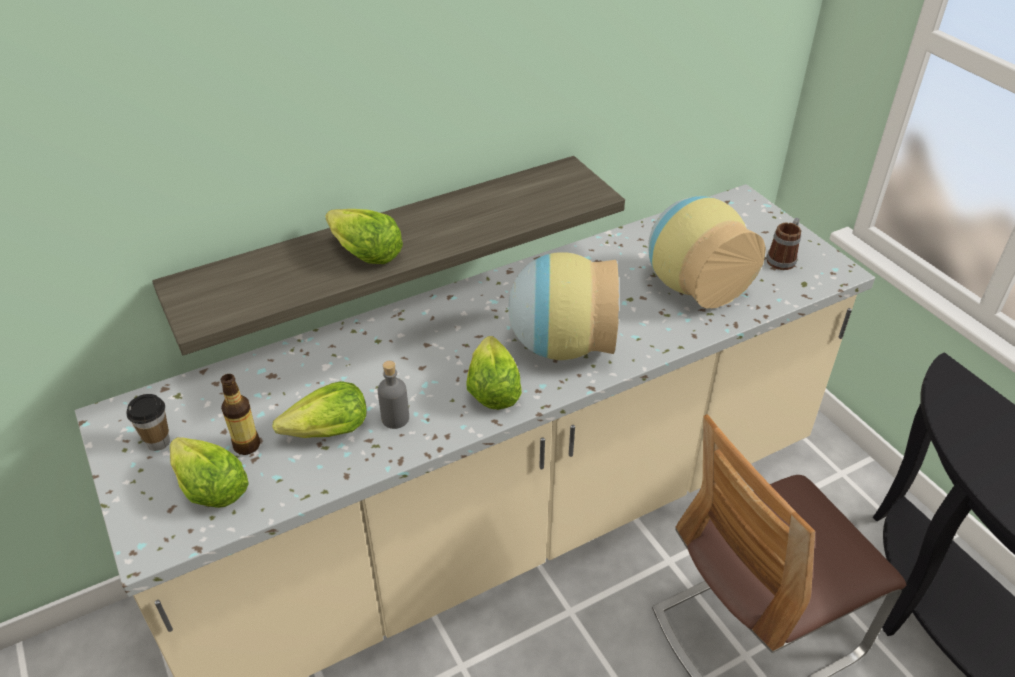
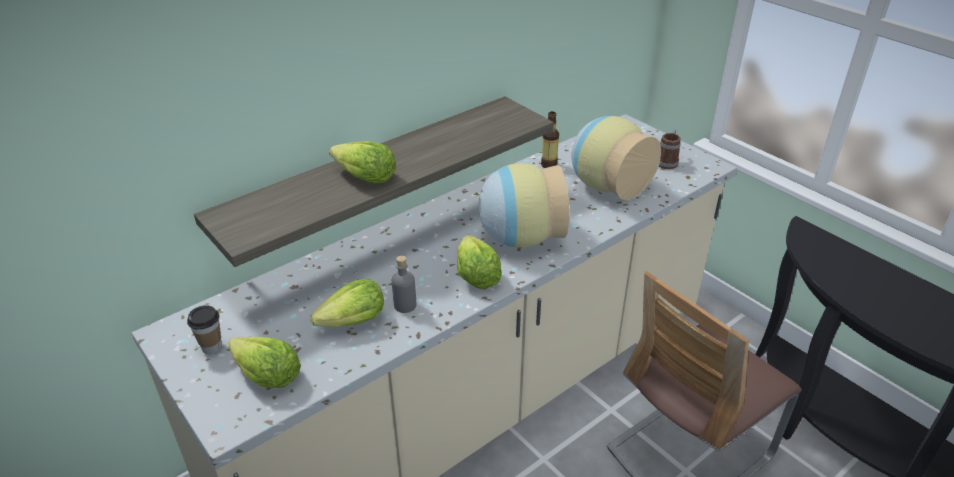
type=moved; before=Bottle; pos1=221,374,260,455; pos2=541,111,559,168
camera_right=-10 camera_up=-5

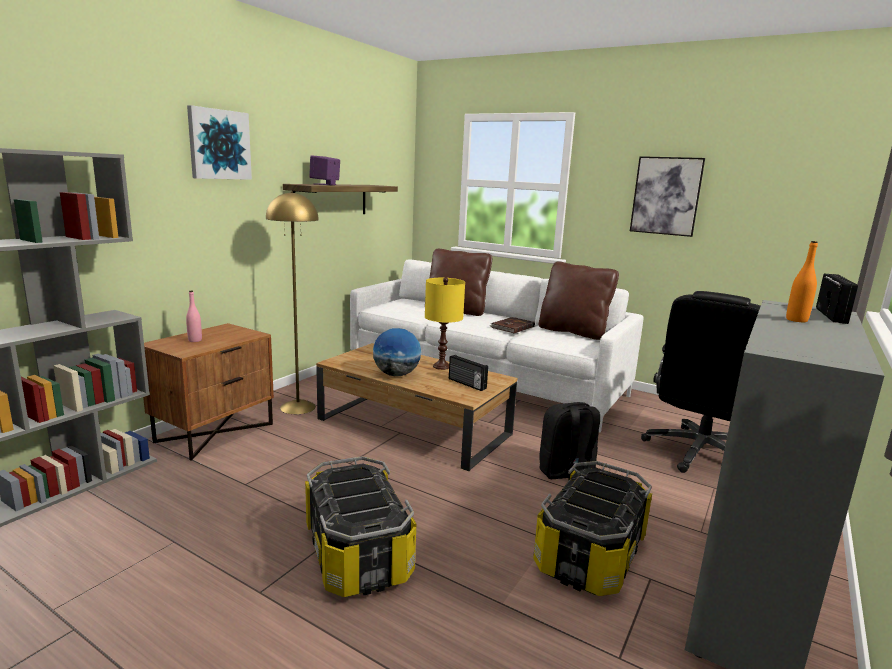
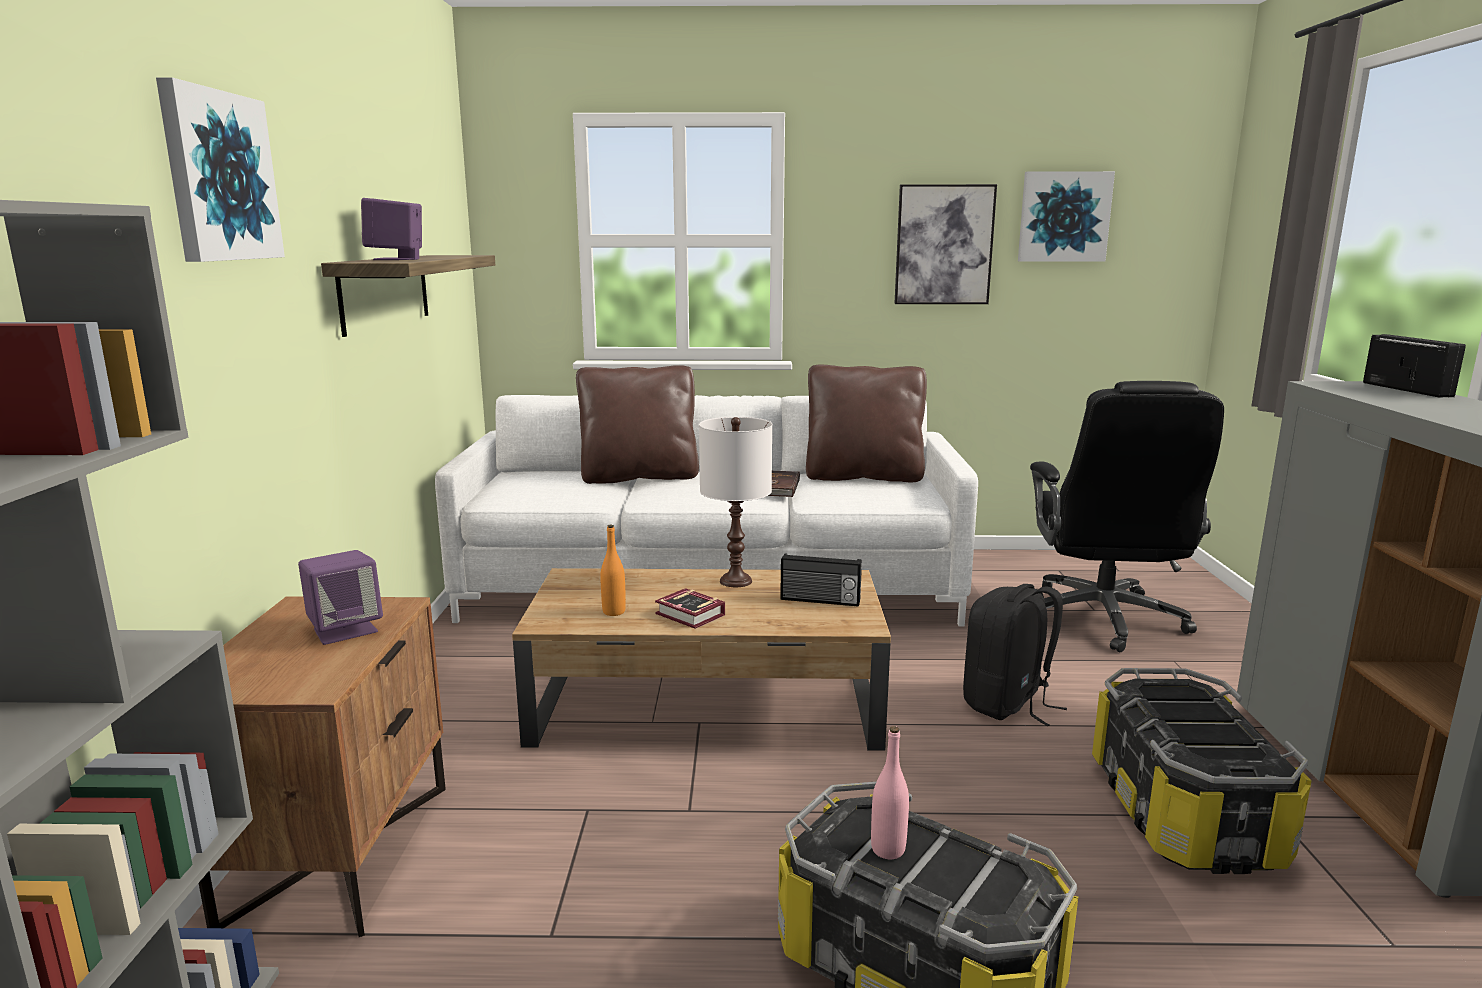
type=removed; before=YellowFloorLamp; pos1=266,191,319,414
type=added; after=PurpleSpeaker; pos2=298,550,383,645
type=added; after=Picture; pos2=1018,171,1115,262
type=moved; before=PinkBottle; pos1=186,291,202,342; pos2=871,726,909,859
type=moved; before=OrangeBottle; pos1=786,241,818,322; pos2=600,525,626,616
type=replaced; before=Globe; after=Book; pos1=373,328,421,376; pos2=655,588,725,629
type=recoloured; before=YellowTableLamp; after=WhiteTableLamp; pos1=425,278,465,370; pos2=699,417,772,587
camera_right=-30 camera_up=0

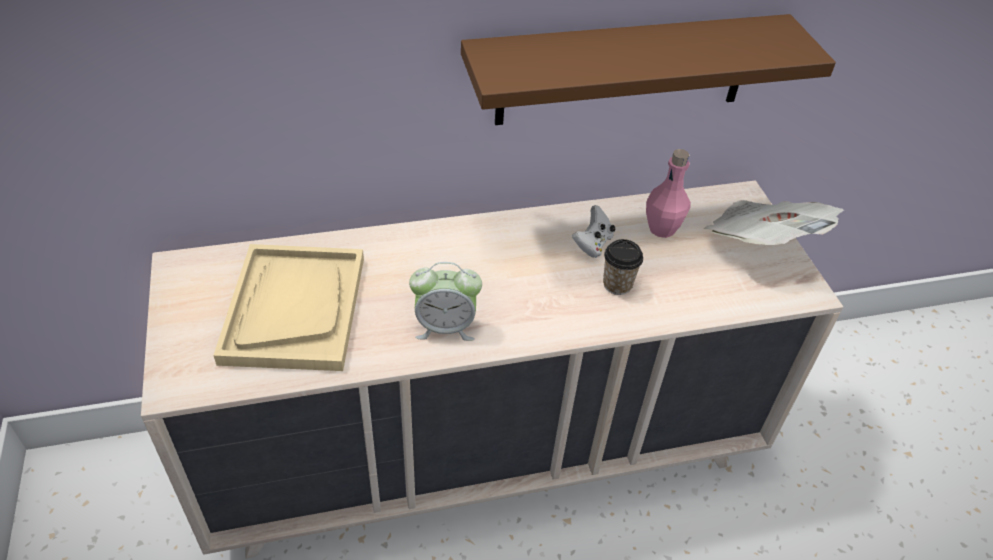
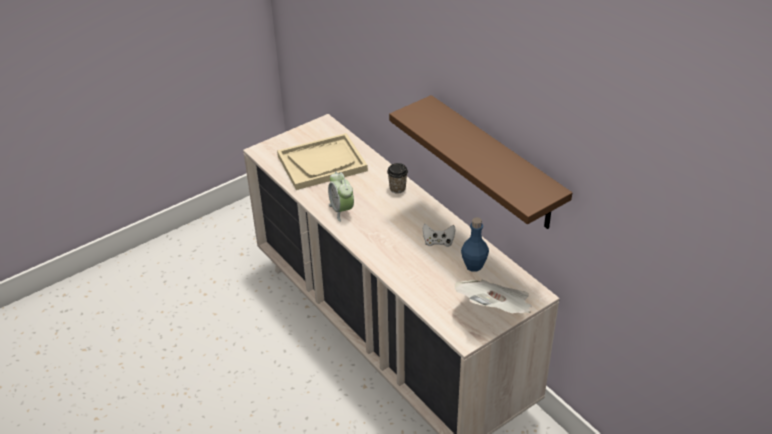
type=moved; before=Cup; pos1=603,239,643,295; pos2=387,163,408,194
type=recoloured; before=PinkBottle; after=BlueBottle; pos1=646,149,691,238; pos2=461,217,489,272
camera_right=70 camera_up=-5

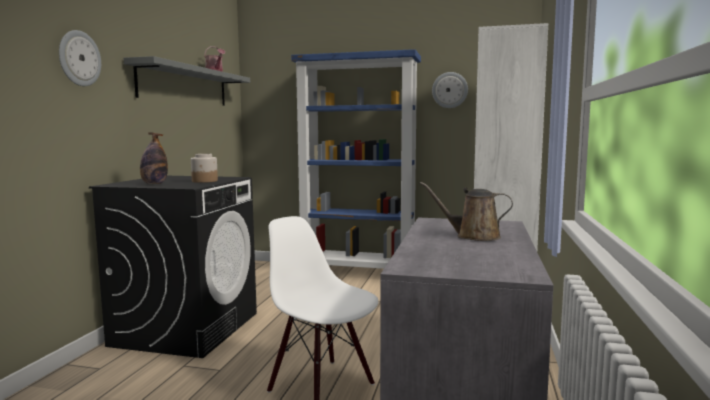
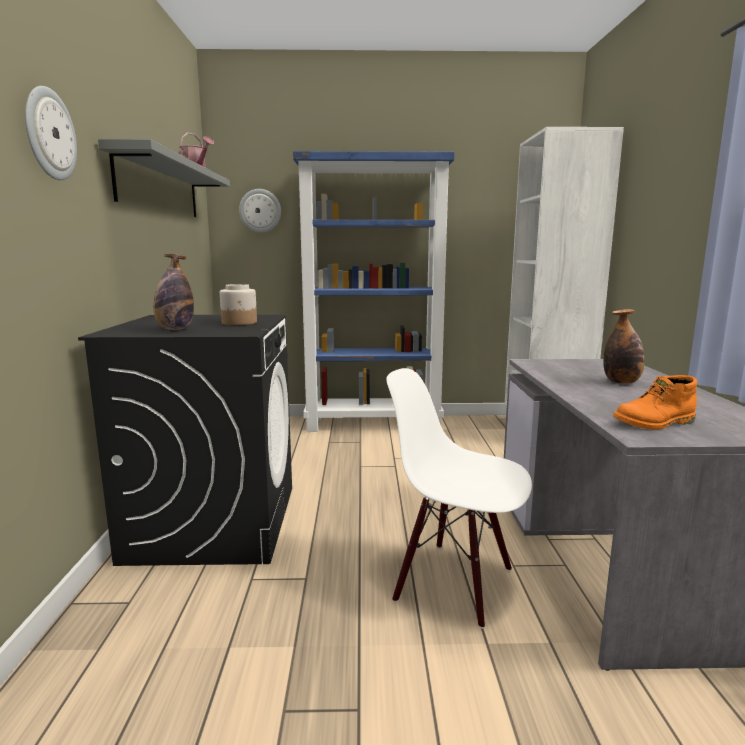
type=added; after=OrangeBoot; pos2=613,375,697,430
type=moved; before=WallClock; pos1=432,72,468,108; pos2=239,189,281,233
type=replaced; before=BrownWateringCan; after=Bottle; pos1=420,182,513,241; pos2=603,309,644,384
camera_right=-15 camera_up=5

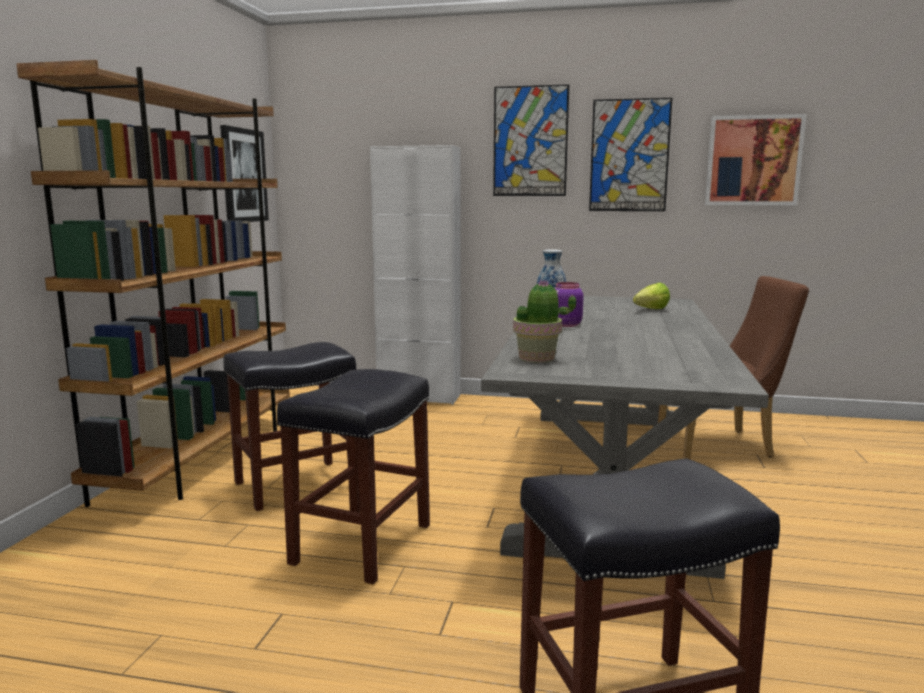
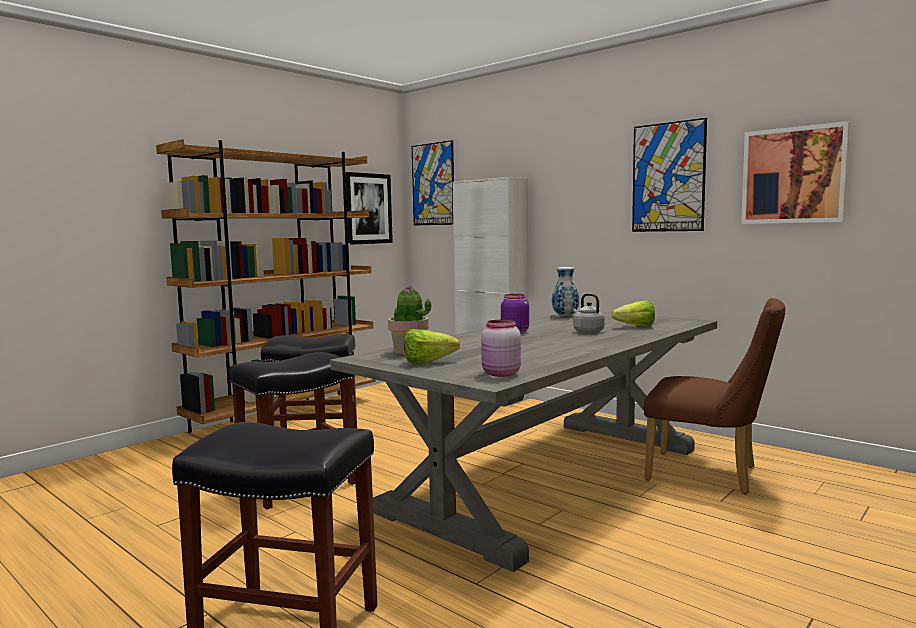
type=added; after=Lettuce; pos2=404,329,460,364
type=added; after=PinkJar; pos2=481,320,521,377
type=added; after=GreyKettle; pos2=573,294,605,333
type=moved; before=Picture; pos1=493,84,569,196; pos2=412,140,454,226
camera_right=30 camera_up=-5

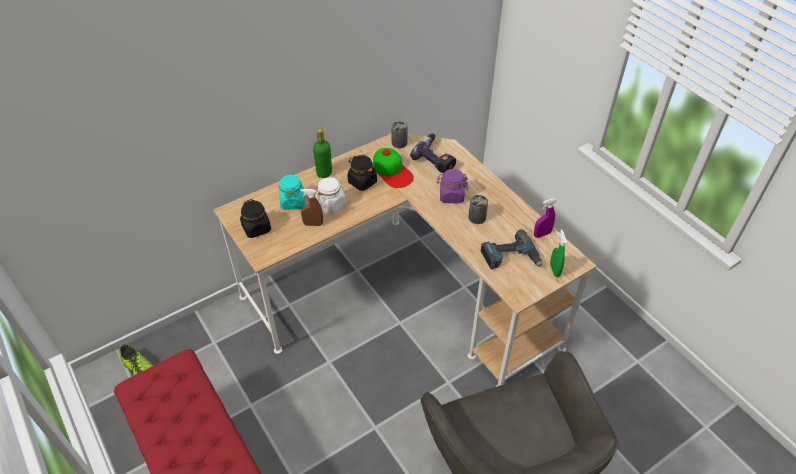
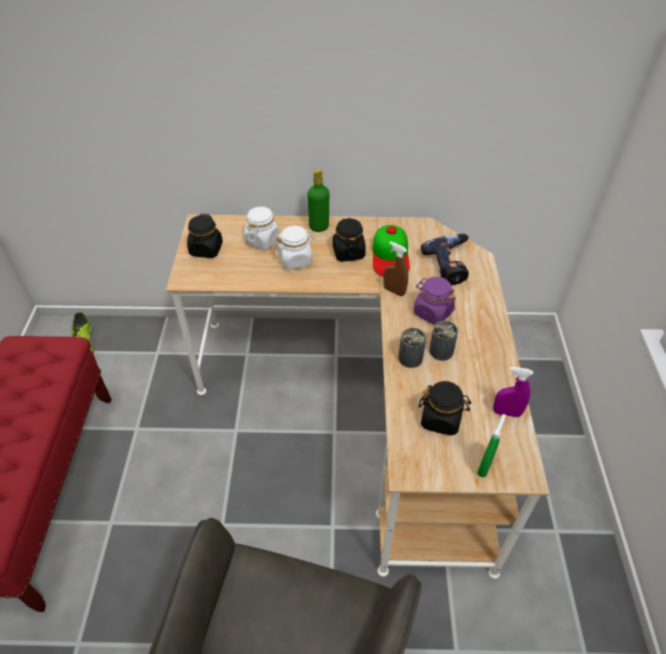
type=moved; before=BrownSprayBottle; pos1=300,189,323,226; pos2=384,241,408,296
type=moved; before=Can; pos1=392,122,408,148; pos2=398,328,426,368
type=replaced; before=PowerDrill; after=BlackJar; pos1=481,229,542,269; pos2=418,381,471,435
type=recoloured; before=TurquoiseJar; after=WhiteJar; pos1=279,174,305,210; pos2=244,206,280,250
camera_right=35 camera_up=0

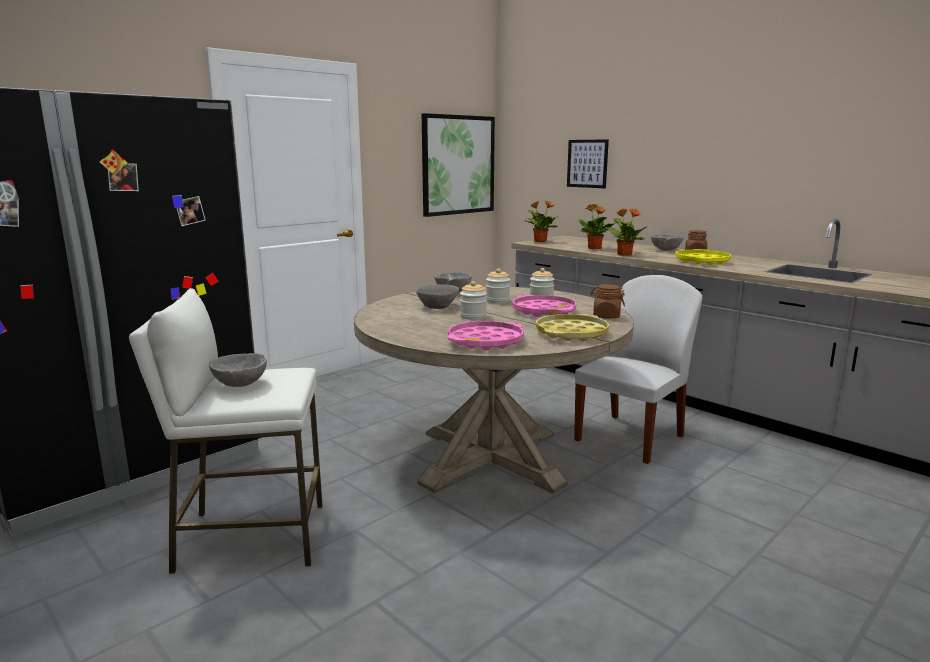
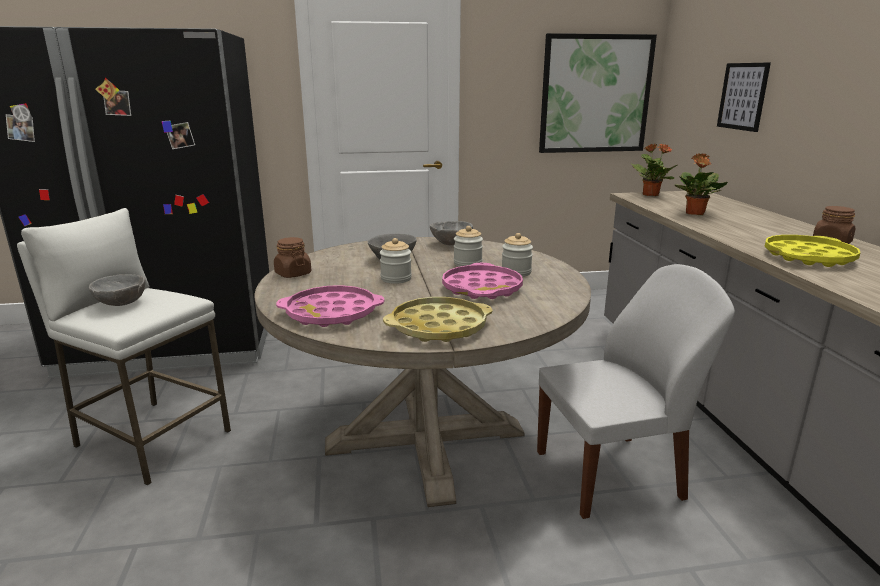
type=removed; before=PottedPlant; pos1=605,208,646,256
type=removed; before=GreyBowl; pos1=651,234,683,251
type=moved; before=BrownJar; pos1=590,284,625,318; pos2=274,237,311,278
camera_right=35 camera_up=5

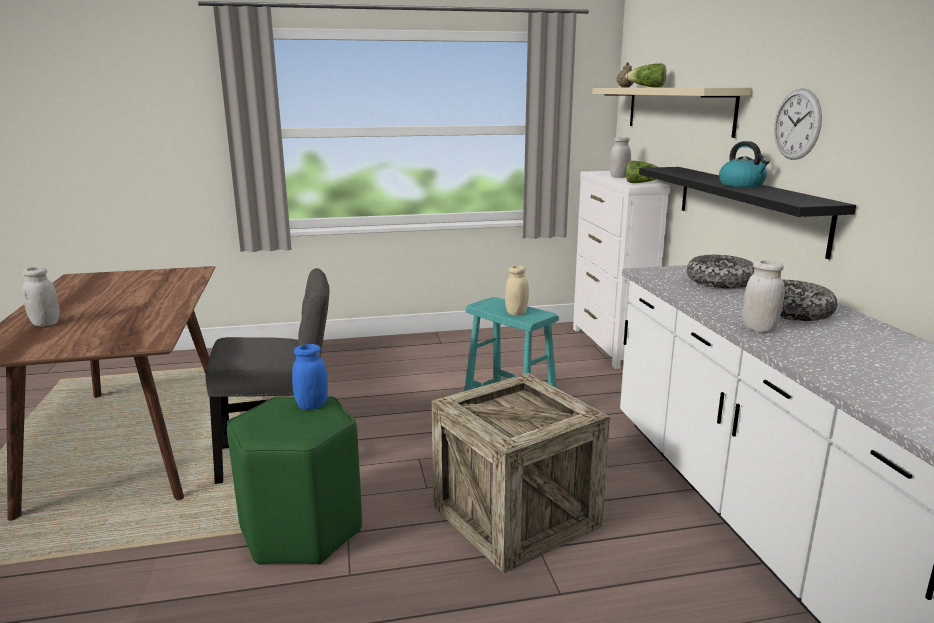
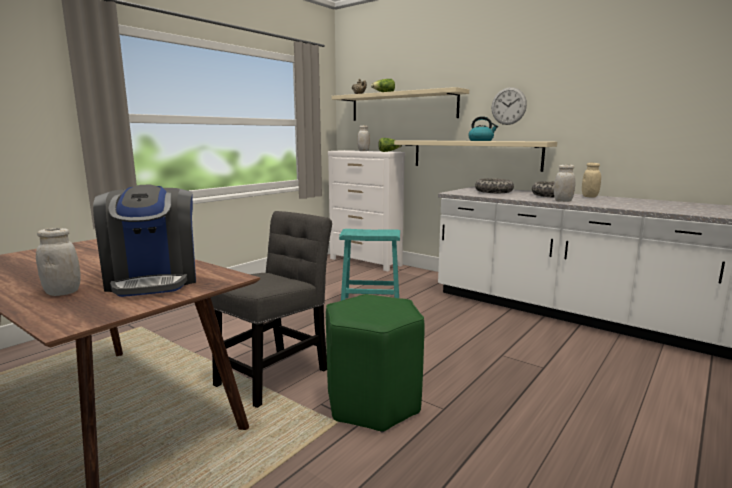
type=removed; before=BlueJar; pos1=292,344,328,409
type=removed; before=Crate; pos1=431,373,610,573
type=added; after=CoffeeMachine; pos2=93,185,196,297
type=moved; before=BeigeJar; pos1=505,265,529,316; pos2=582,163,601,198
type=recoloured; before=BlackShelf; after=BeigeShelf; pos1=639,167,856,259; pos2=394,140,557,172
camera_right=-40 camera_up=-5

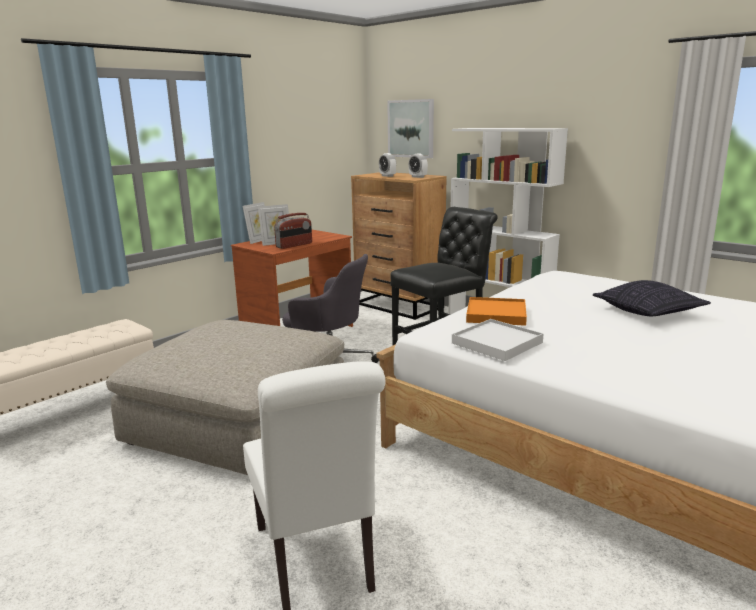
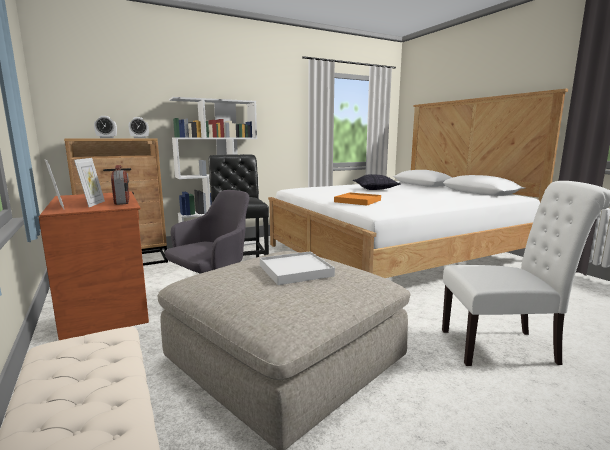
type=removed; before=Picture; pos1=387,99,434,158
type=moved; before=WhiteTray; pos1=452,319,543,361; pos2=260,251,335,285
camera_right=-70 camera_up=-5

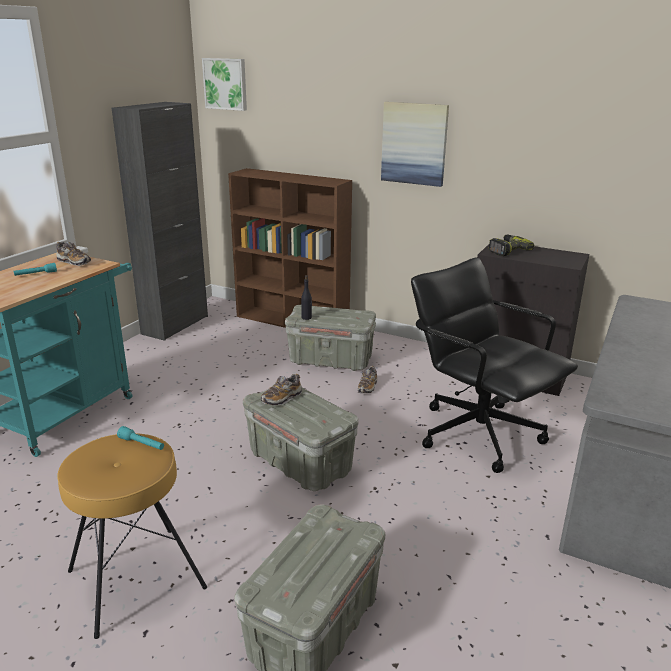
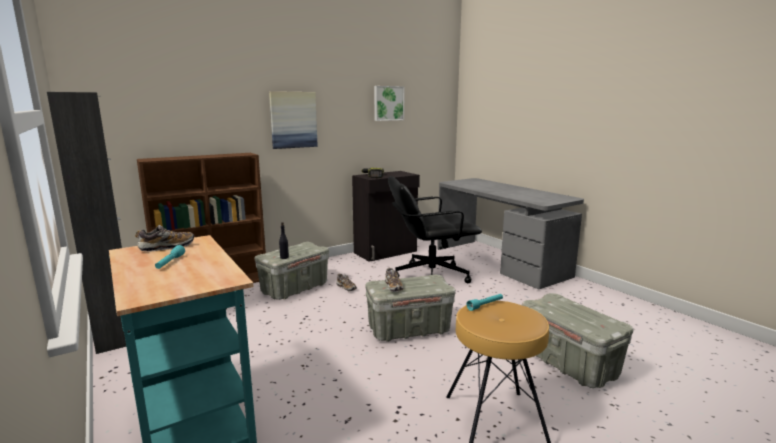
type=moved; before=Picture; pos1=202,58,247,111; pos2=374,86,405,121
camera_right=-60 camera_up=-10

